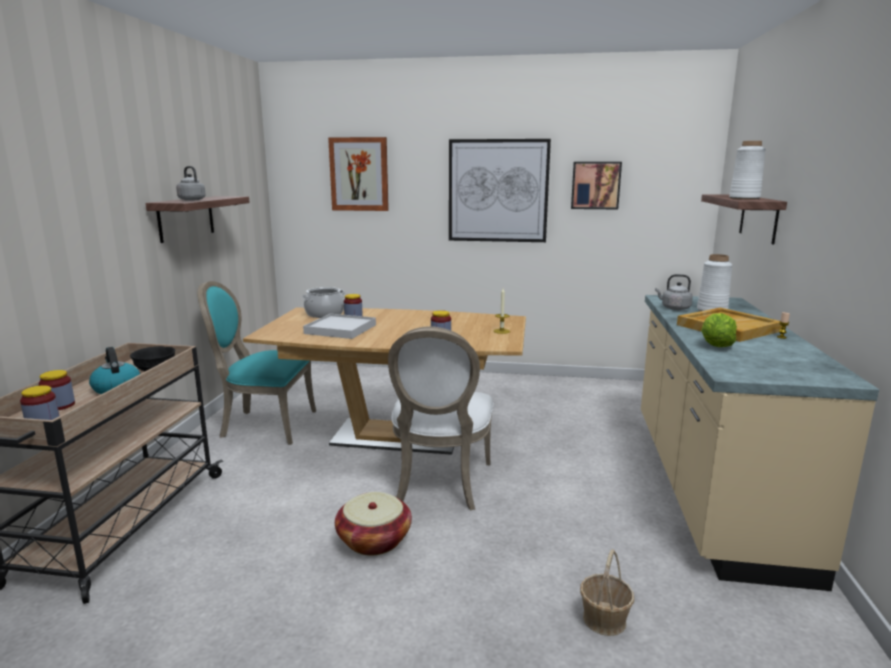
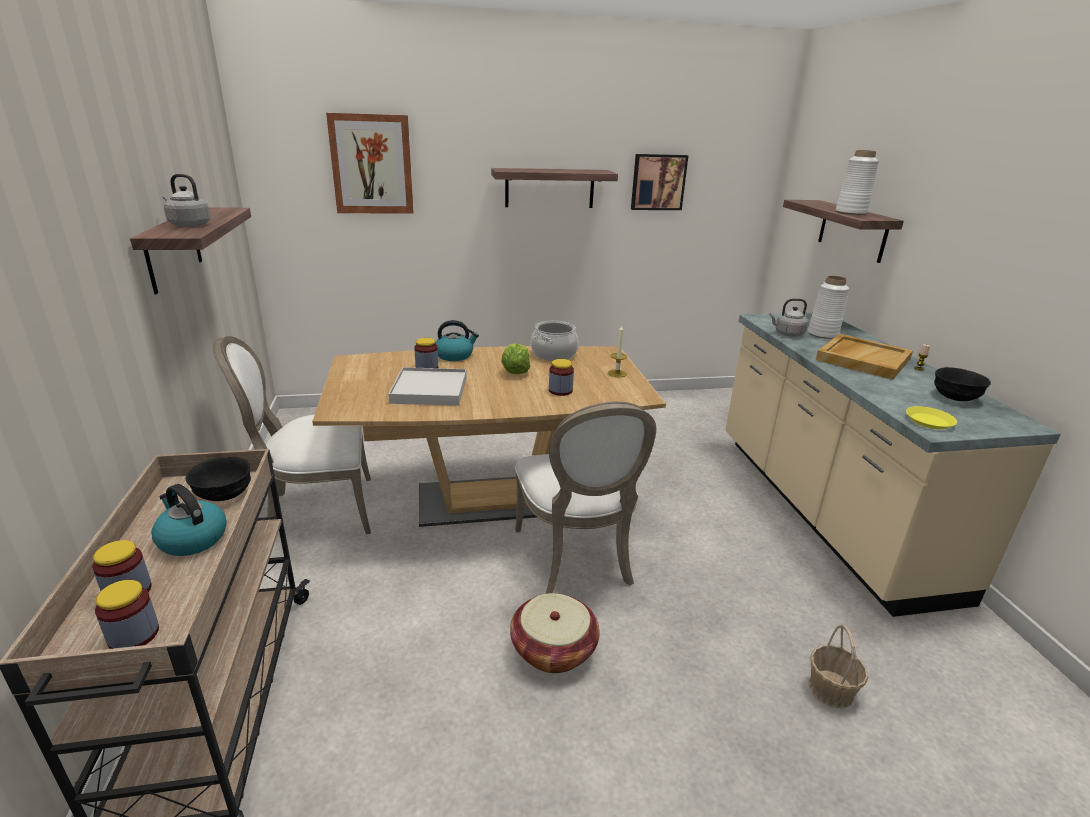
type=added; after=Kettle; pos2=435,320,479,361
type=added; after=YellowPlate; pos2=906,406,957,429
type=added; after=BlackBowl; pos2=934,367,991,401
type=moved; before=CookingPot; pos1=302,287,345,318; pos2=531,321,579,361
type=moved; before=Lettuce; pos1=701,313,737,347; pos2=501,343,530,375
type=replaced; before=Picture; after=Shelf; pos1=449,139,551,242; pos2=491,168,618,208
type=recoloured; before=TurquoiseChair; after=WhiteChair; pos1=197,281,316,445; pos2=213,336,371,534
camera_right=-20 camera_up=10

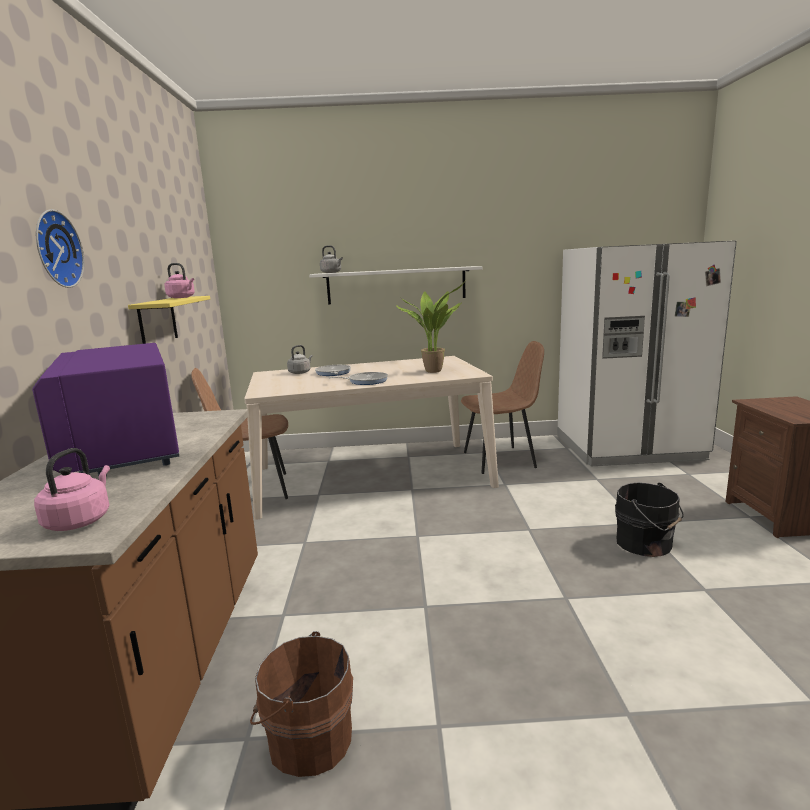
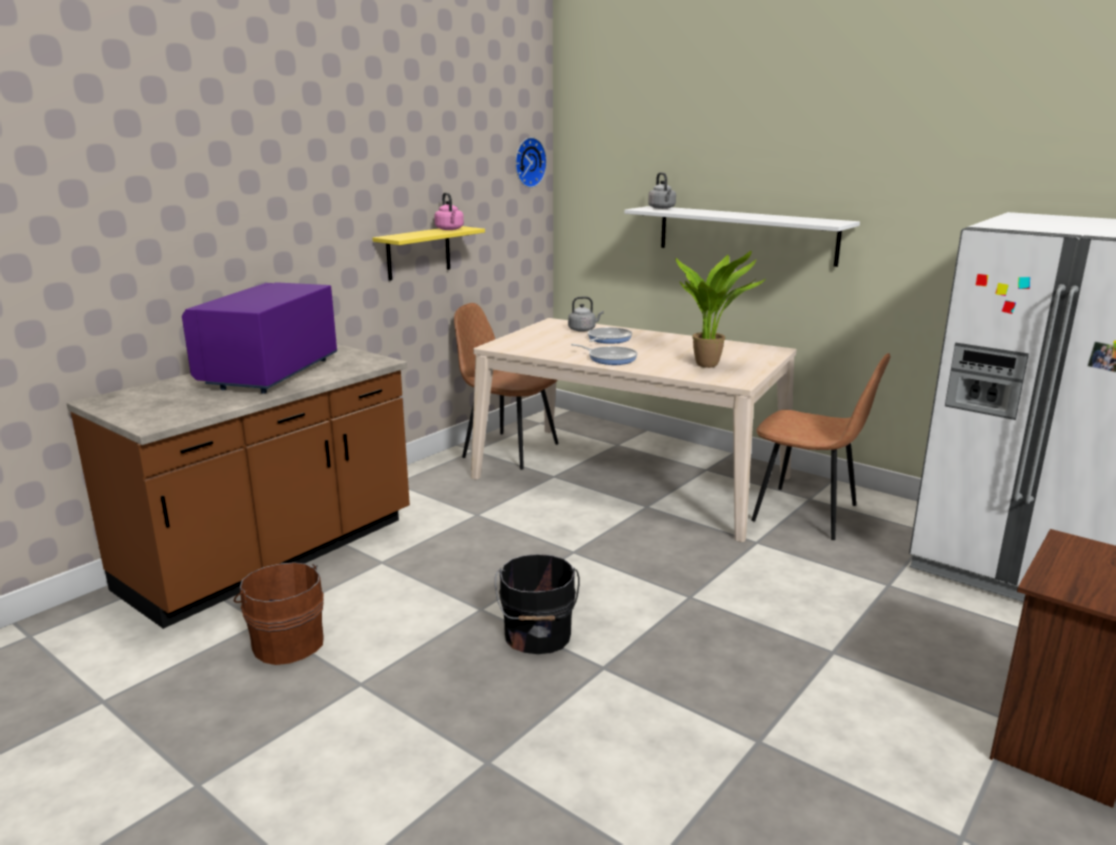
type=removed; before=PinkKettle; pos1=34,448,110,531
type=moved; before=WallClock; pos1=36,209,84,288; pos2=515,137,547,188
type=moved; before=BlackBucket; pos1=615,483,684,557; pos2=495,554,580,654
camera_right=40 camera_up=5

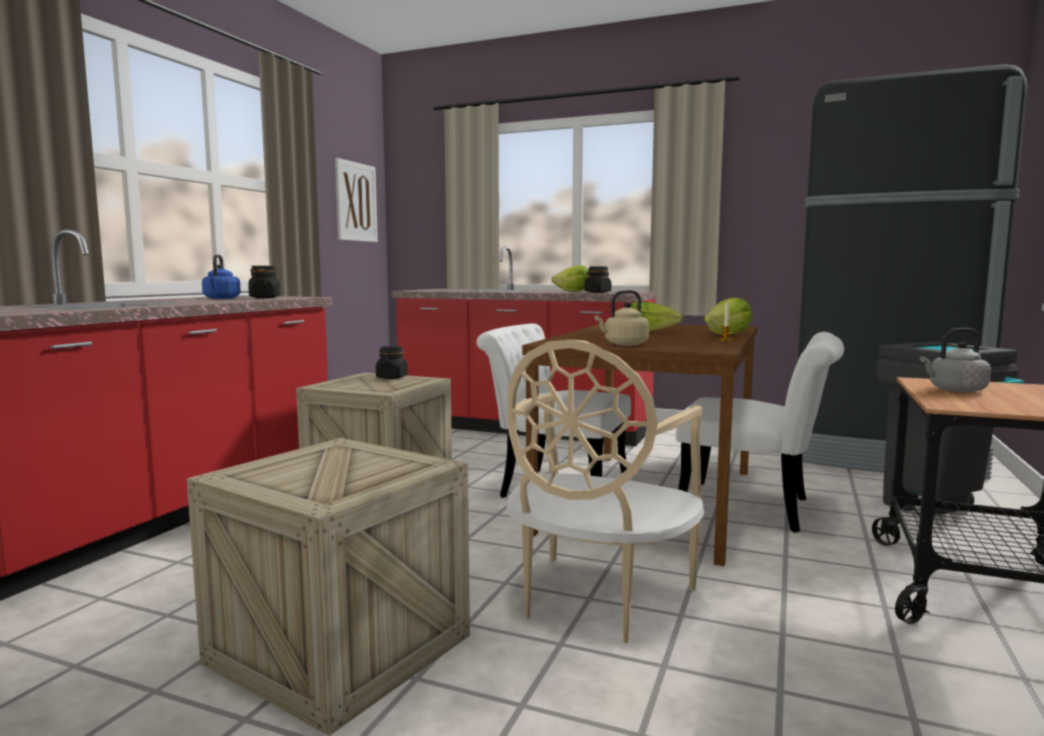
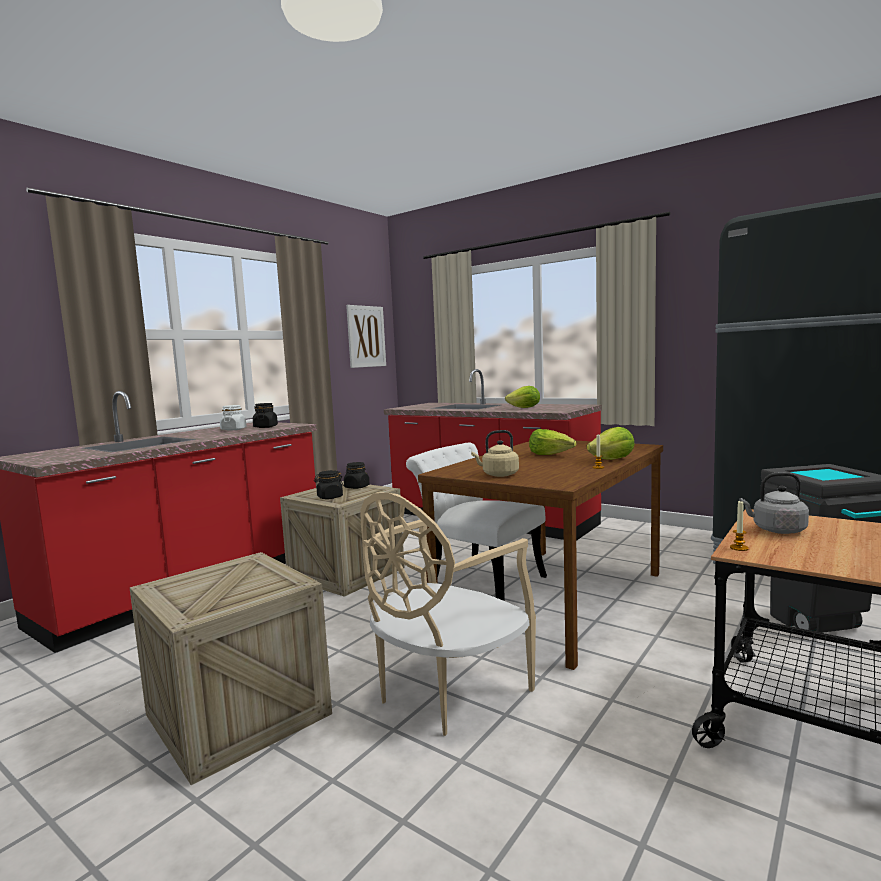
type=removed; before=WhiteChair; pos1=676,332,844,533
type=added; after=Candle; pos2=730,501,749,551
type=moved; before=BlackJar; pos1=584,267,611,293; pos2=314,470,344,499
type=replaced; before=BlueKettle; after=WhiteJar; pos1=202,254,241,299; pos2=220,405,246,431
camera_right=15 camera_up=0

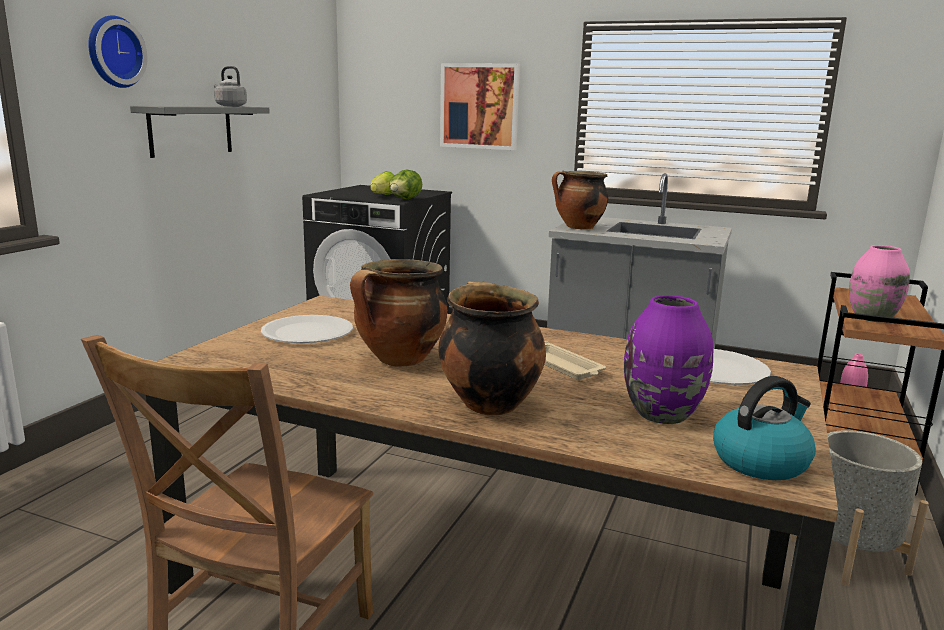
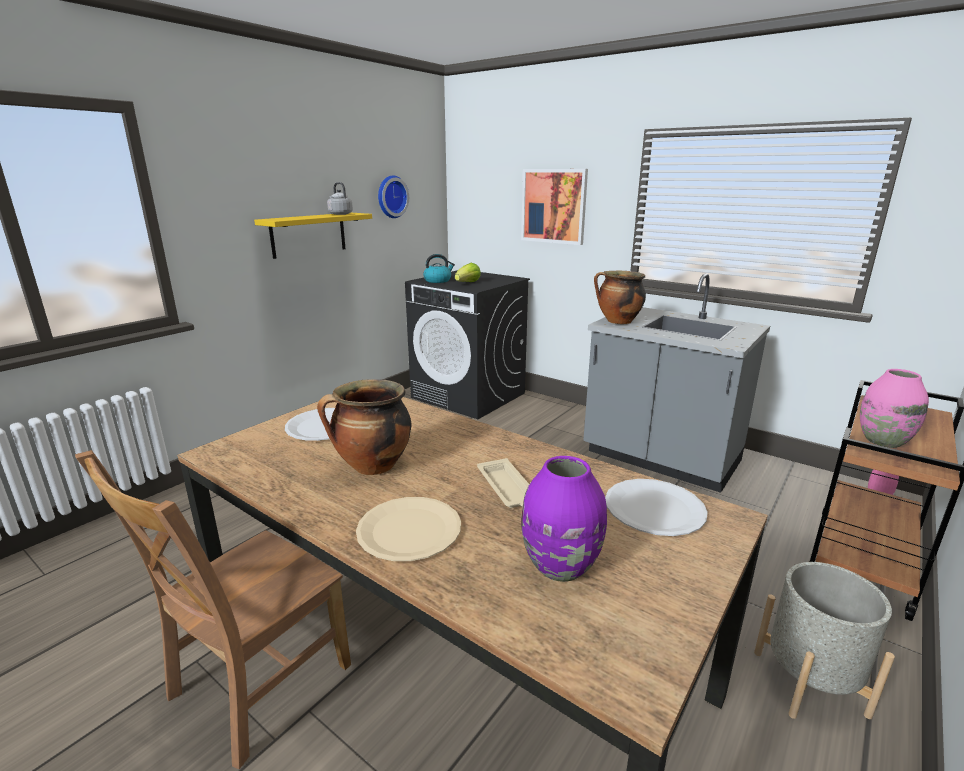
type=removed; before=Lettuce; pos1=389,170,422,199
type=moved; before=WallClock; pos1=88,15,147,88; pos2=378,175,409,218
type=moved; before=Kettle; pos1=713,376,816,480; pos2=423,254,455,283
type=replaced; before=CookingPot; after=BeigePlate; pos1=438,282,546,416; pos2=356,497,461,561
type=recoloured; before=GreyShelf; after=YellowShelf; pos1=130,106,270,158; pos2=254,213,372,259
camera_right=15 camera_up=5

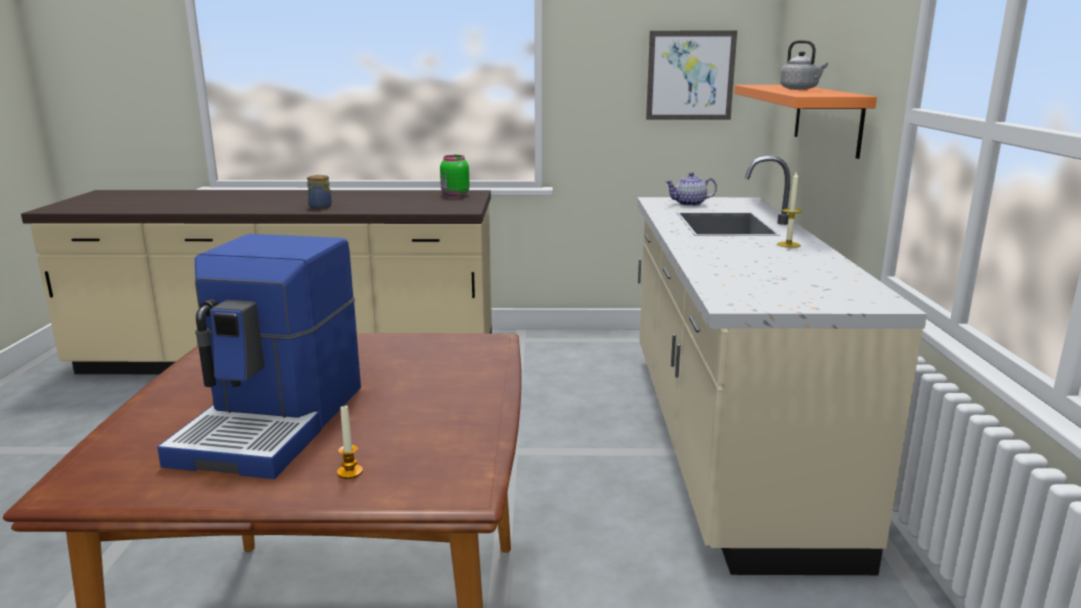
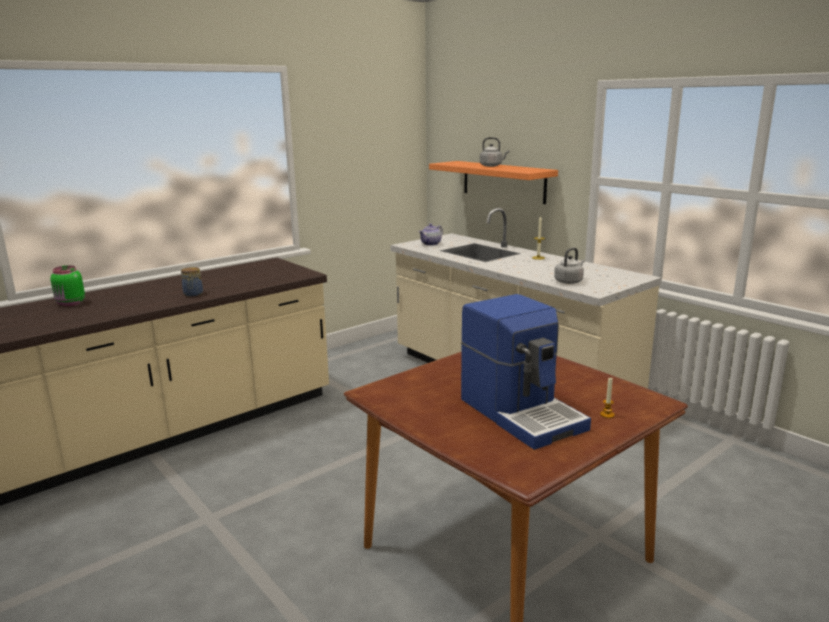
type=removed; before=Picture; pos1=646,31,737,120
type=added; after=GreyKettle; pos2=554,248,585,284
type=moved; before=GreenJar; pos1=440,155,470,197; pos2=50,265,85,306
camera_right=-40 camera_up=0

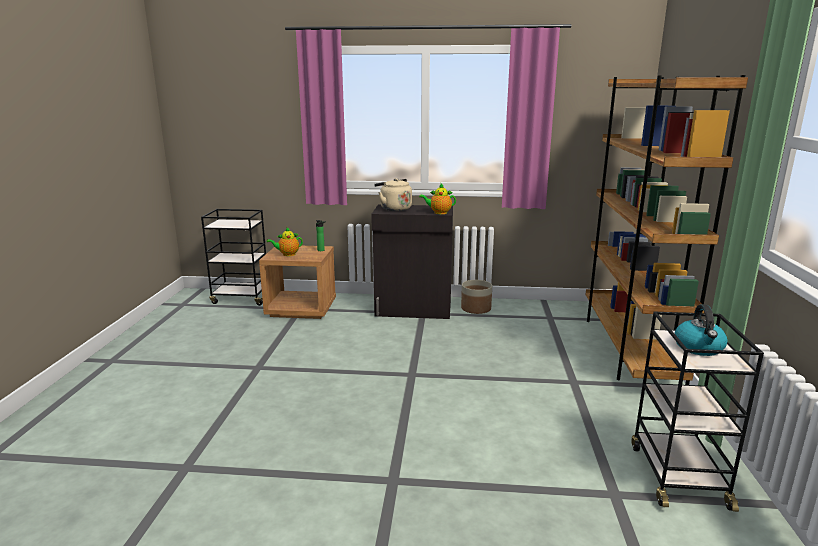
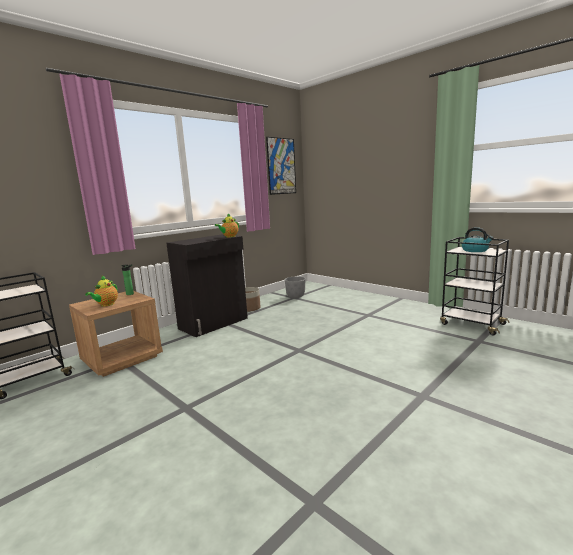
type=removed; before=BeigeKettle; pos1=374,178,412,211
type=removed; before=BrownBookcase; pos1=585,75,748,385
type=added; after=Picture; pos2=266,137,296,195
type=added; after=GreyPlanter; pos2=285,276,305,298
camera_right=-50 camera_up=-5

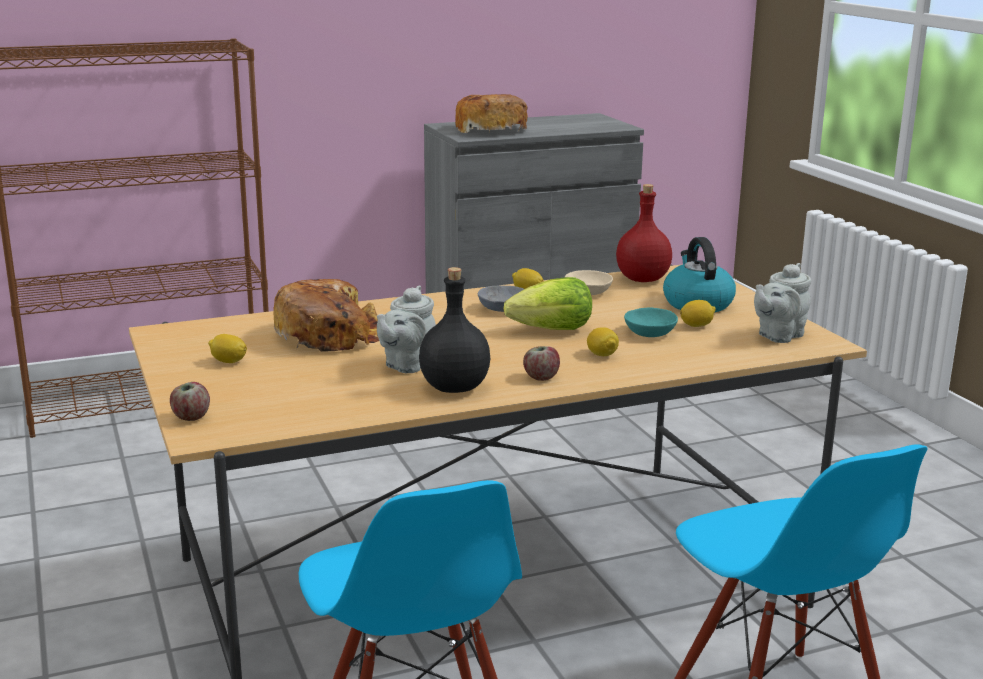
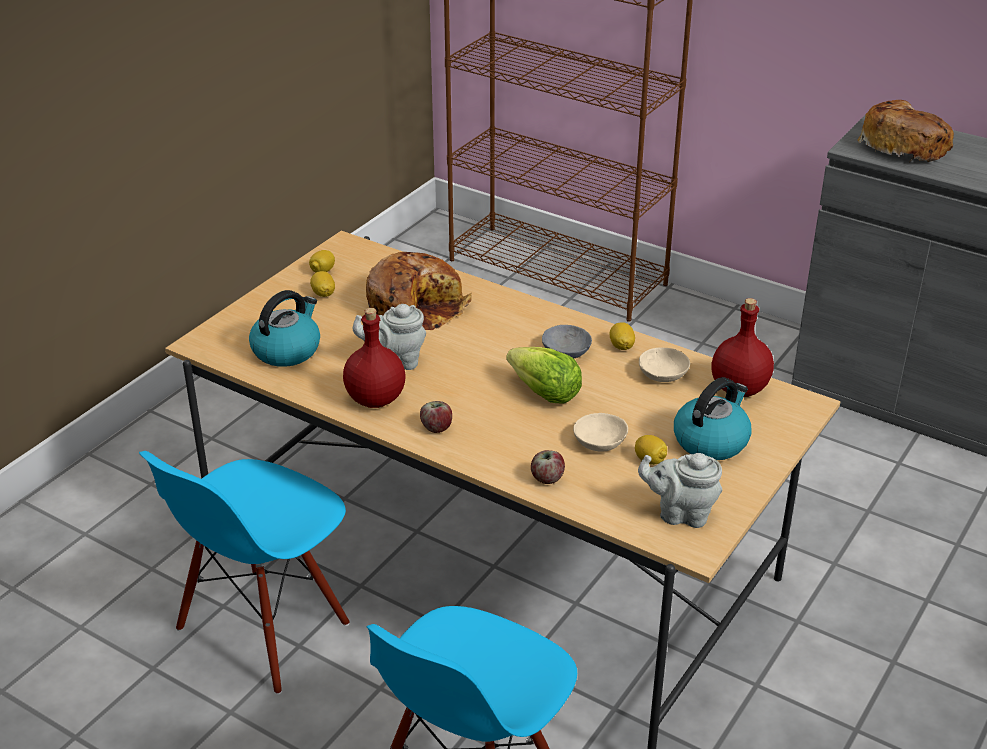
type=added; after=Kettle; pos2=249,290,320,367
type=moved; before=Apple; pos1=170,382,210,421; pos2=531,450,565,484
type=moved; before=Lemon; pos1=587,327,619,356; pos2=309,250,335,273
type=recoloured; before=BlackBottle; after=RedBottle; pos1=419,267,490,393; pos2=343,308,405,408
type=recoloured; before=TurquoiseBowl; after=BeigeBowl; pos1=624,307,678,337; pos2=573,413,628,452
camera_right=55 camera_up=15

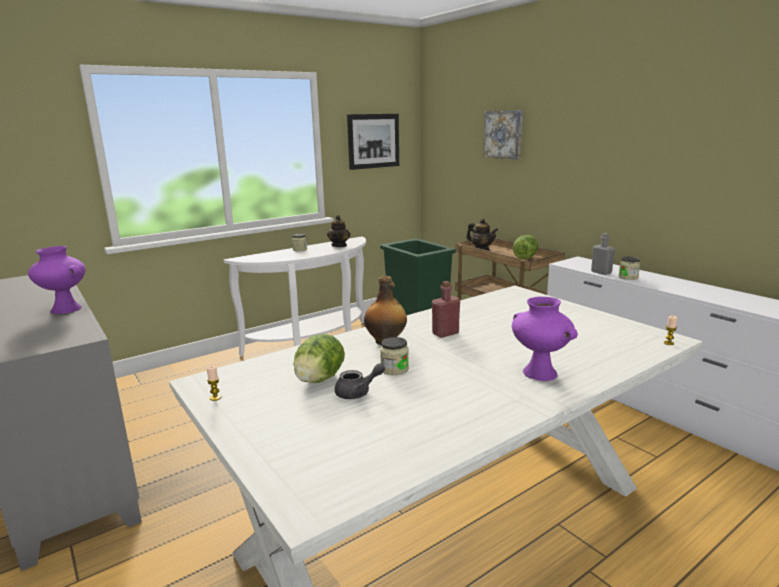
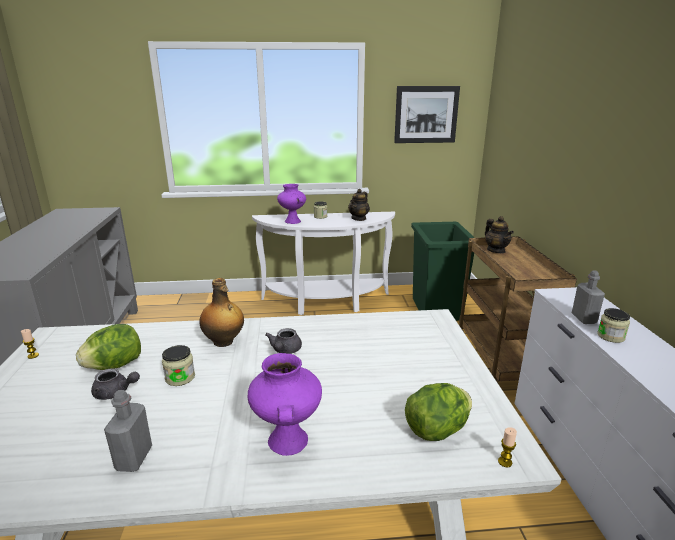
type=removed; before=Picture; pos1=483,110,523,160
type=added; after=GreyBottle; pos2=104,390,152,472
type=moved; before=PurpleVase; pos1=28,246,86,314; pos2=277,184,306,224
type=moved; before=Lettuce; pos1=513,235,538,259; pos2=405,383,472,441
type=replaced; before=RedBottle; after=GreyTeapot; pos1=432,281,460,338; pos2=265,328,302,354
camera_right=30 camera_up=5

